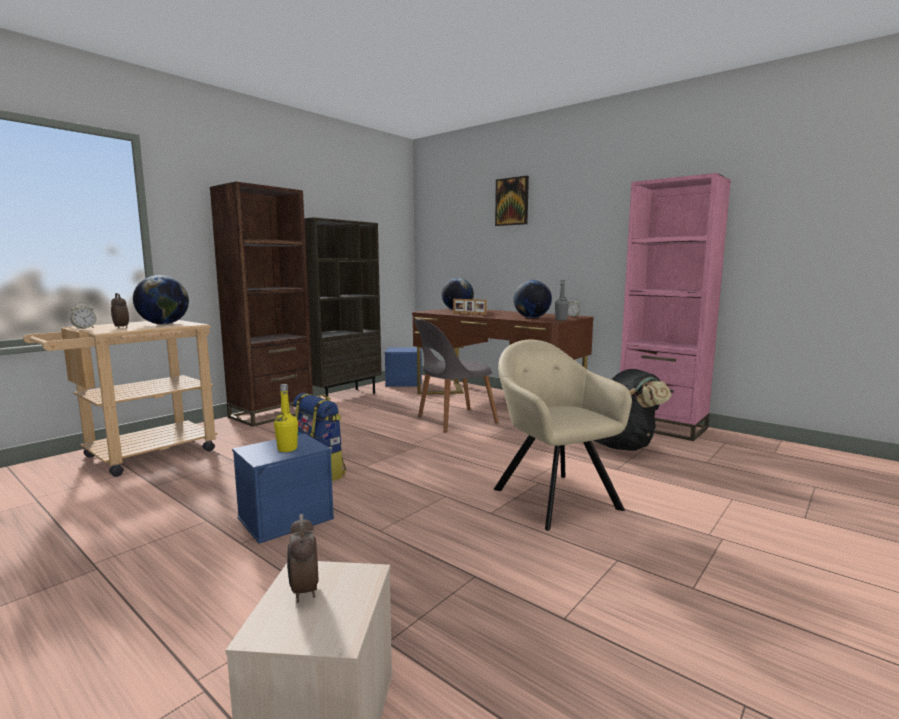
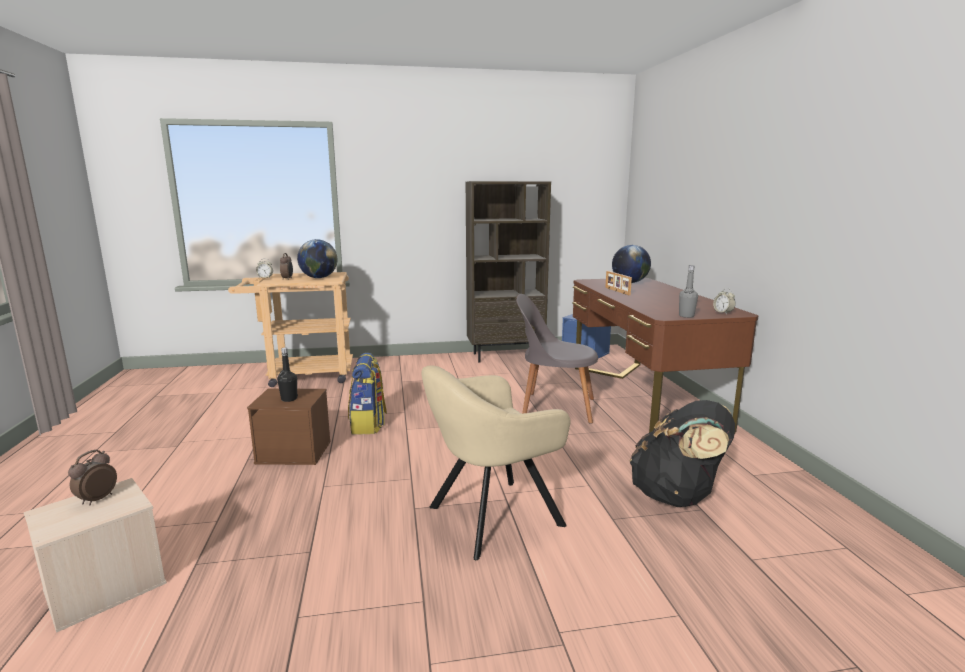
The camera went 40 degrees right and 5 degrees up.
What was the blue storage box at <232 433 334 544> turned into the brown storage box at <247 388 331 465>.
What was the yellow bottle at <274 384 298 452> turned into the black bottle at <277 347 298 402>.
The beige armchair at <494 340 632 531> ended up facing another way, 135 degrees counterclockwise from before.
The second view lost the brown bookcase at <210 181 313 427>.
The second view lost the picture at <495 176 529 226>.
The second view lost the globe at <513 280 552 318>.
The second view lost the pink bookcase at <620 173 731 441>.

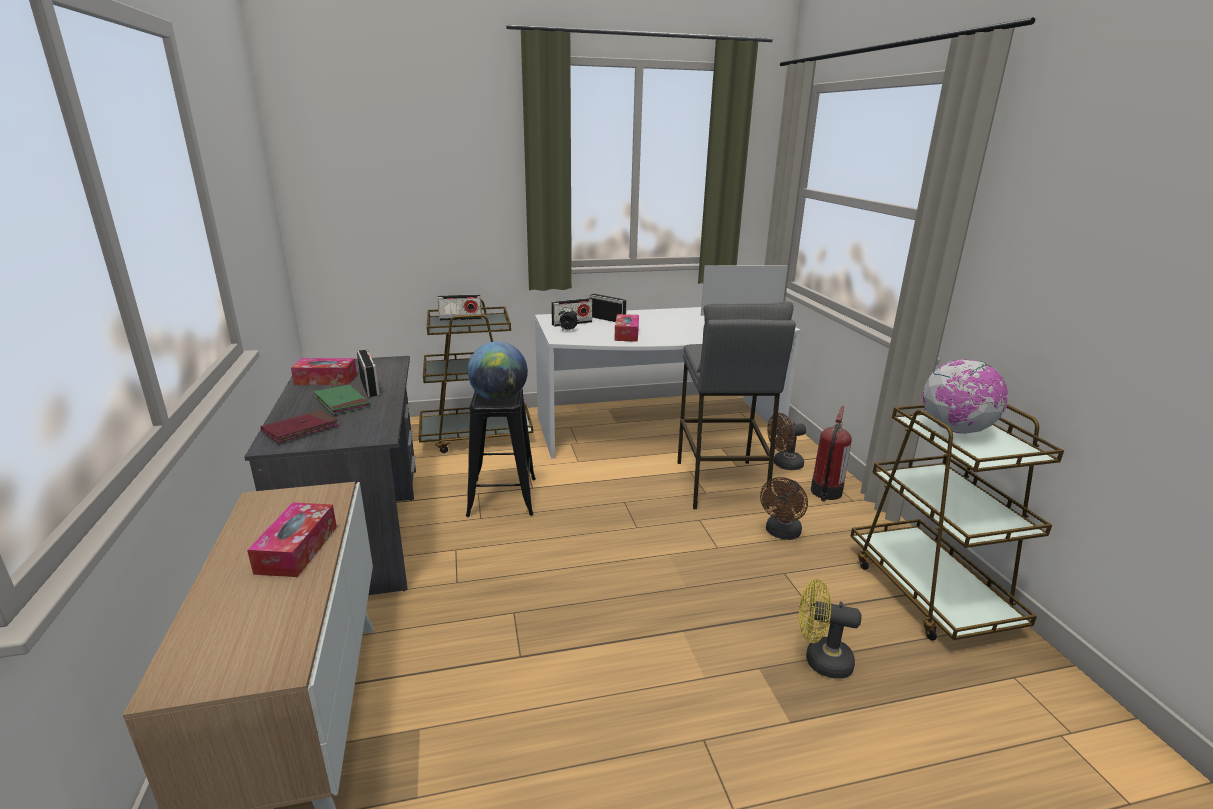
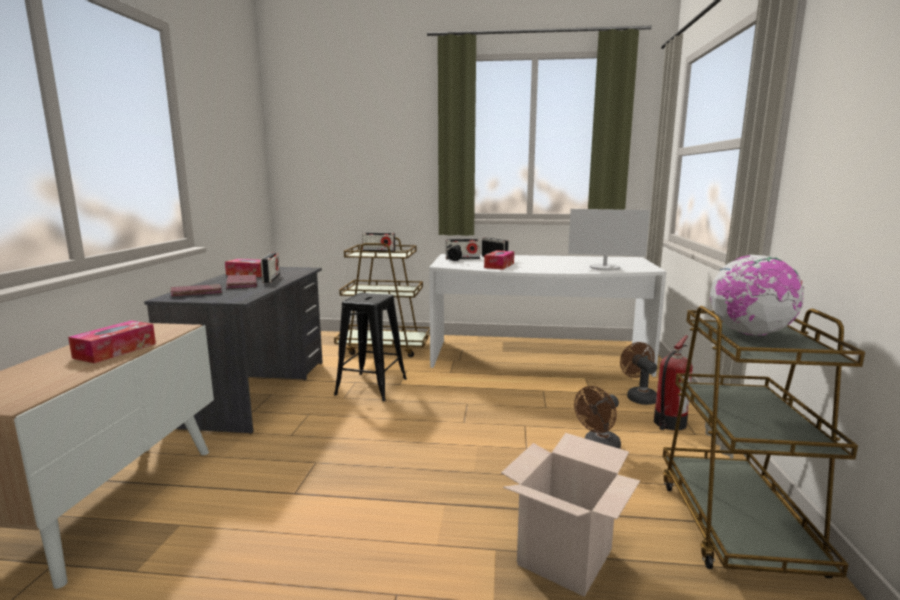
The camera went 20 degrees right and 10 degrees down.
What was the green book at <314 385 370 415> turned into the red book at <226 275 257 288>.
Where the yellow fan stood at <799 579 861 678>, the cardboard box came to stand at <501 433 640 597>.
The brown fan at <767 413 806 470> ended up facing another way, 75 degrees clockwise from before.
The second view lost the globe at <468 341 528 401>.
The second view lost the grey stool at <677 302 796 509>.

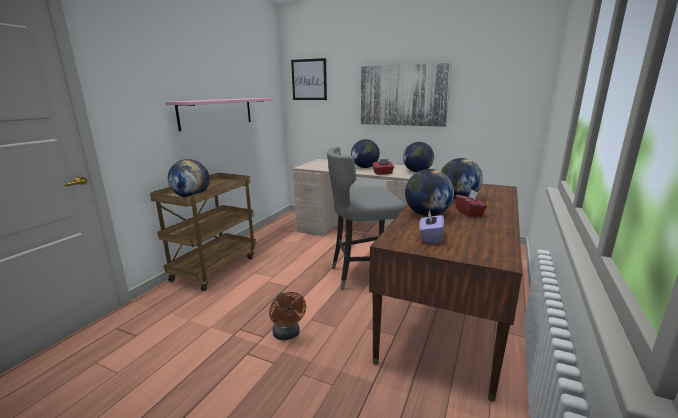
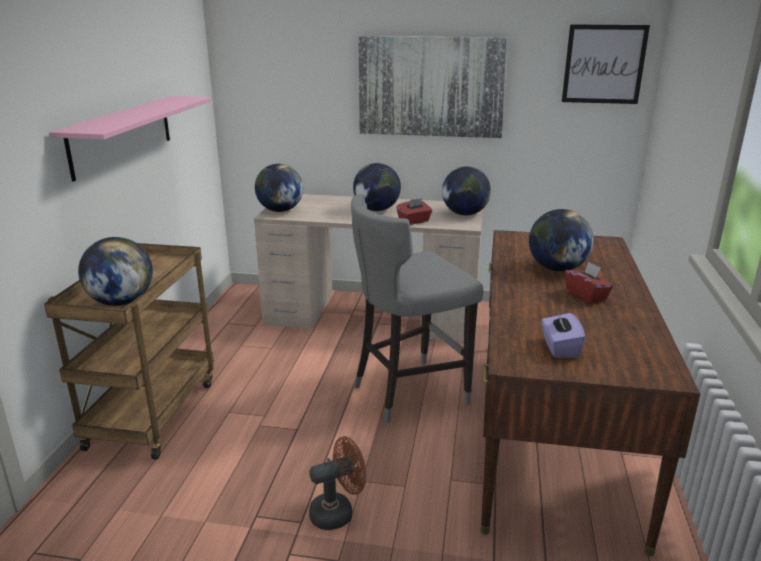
The camera went 15 degrees left and 5 degrees up.
The globe ended up elsewhere, having gone from <405 169 454 216> to <255 164 303 212>.
The brown fan at <269 292 306 340> ended up facing another way, 75 degrees counterclockwise from before.
The picture ended up elsewhere, having gone from <291 58 327 100> to <562 24 650 104>.

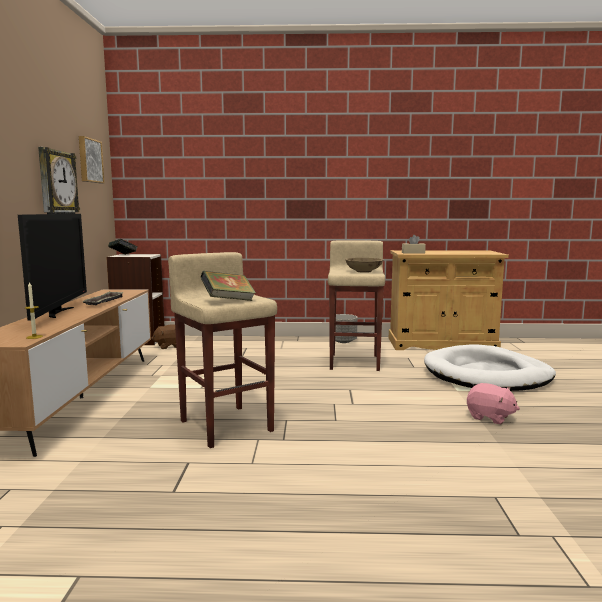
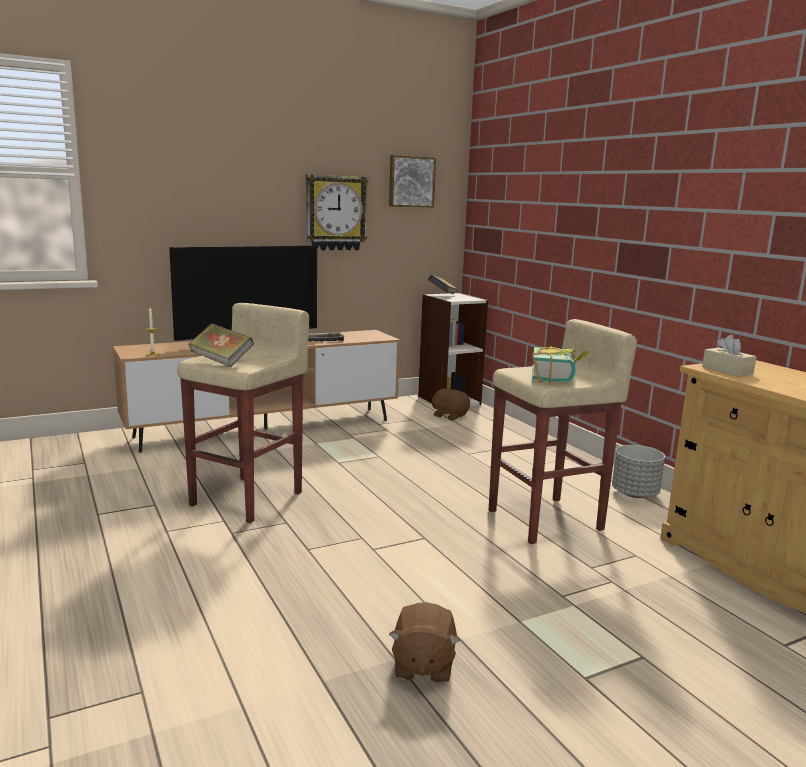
The camera went 60 degrees right and 5 degrees up.
What was the pink plush toy at <467 383 520 424> turned into the brown plush toy at <389 602 460 683>.
Where the beige bowl stood at <345 258 384 273>, the book came to stand at <532 346 591 383>.
The second view lost the white dog bed at <424 345 556 391>.

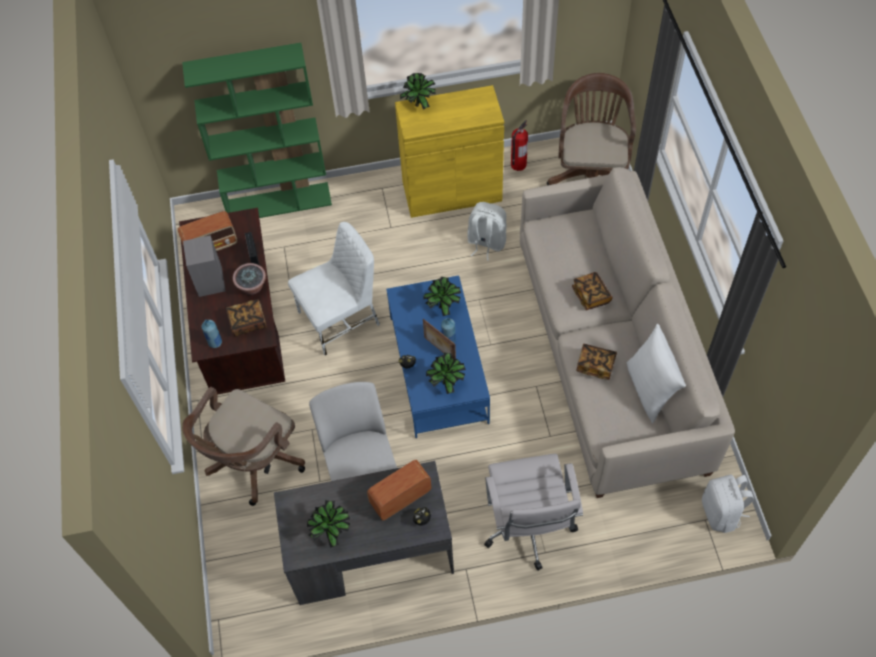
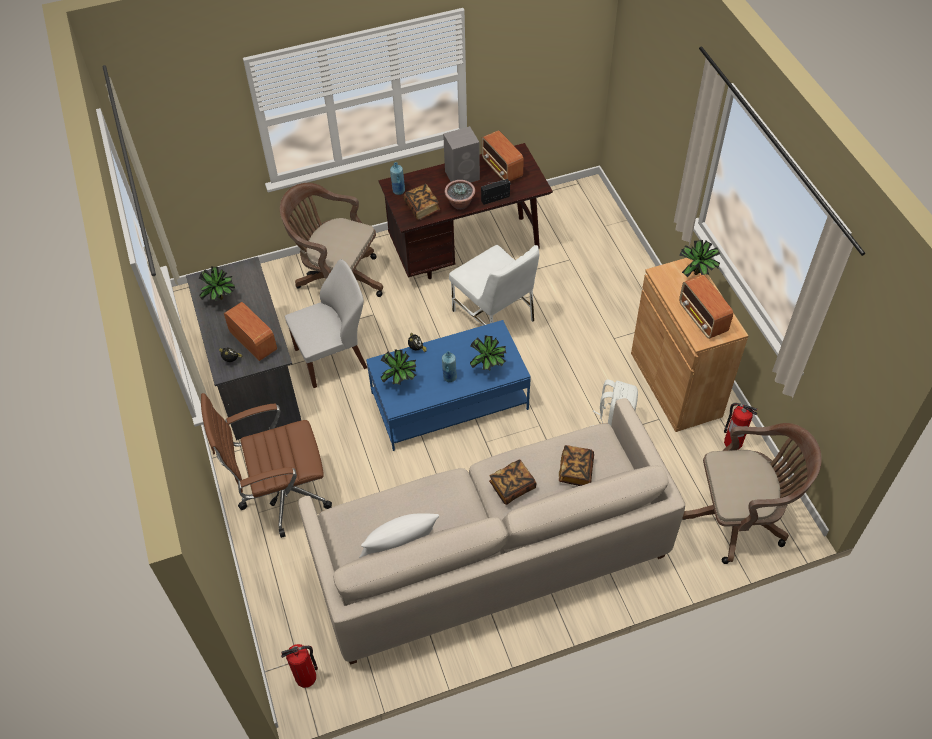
The camera went 80 degrees right and 5 degrees down.
What was the white office chair at <484 454 583 570> turned into the brown office chair at <201 393 332 538>.
Where the white backpack stood at <702 475 754 533>, the fire extinguisher came to stand at <281 644 318 688>.
The book ended up elsewhere, having gone from <576 344 617 380> to <559 445 594 486>.
What was the yellow cabinet at <395 85 504 218> turned into the brown cabinet at <631 258 748 432>.
The second view gained the radio at <679 275 733 339>.
The second view lost the green bookcase at <182 43 332 218>.
The second view lost the picture frame at <423 319 456 359>.

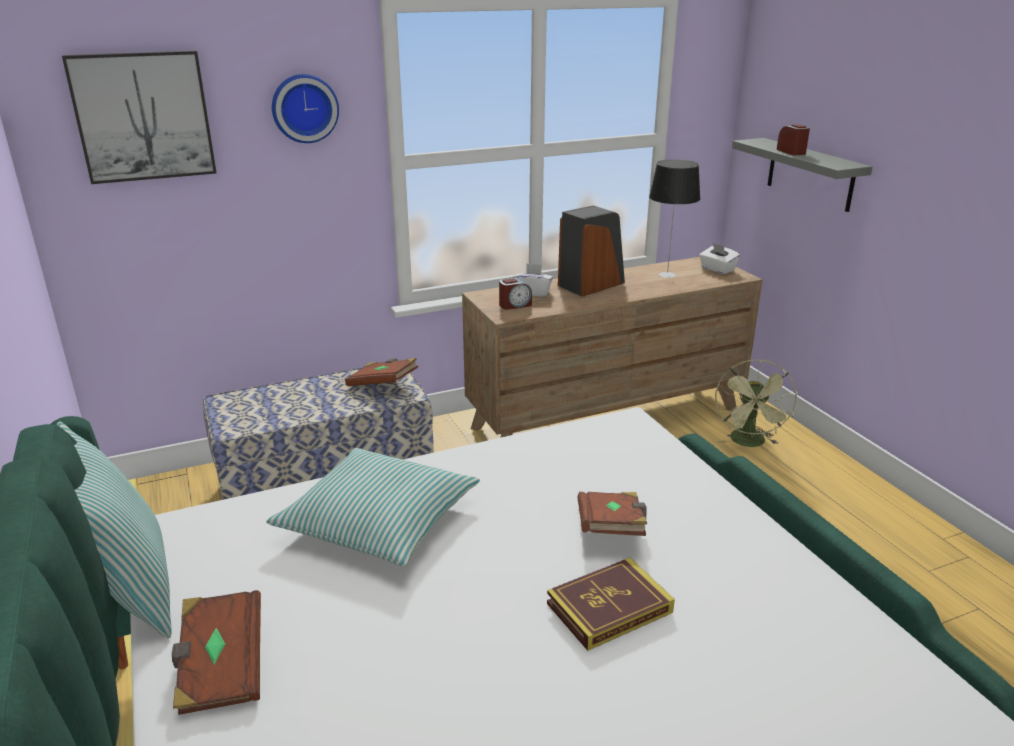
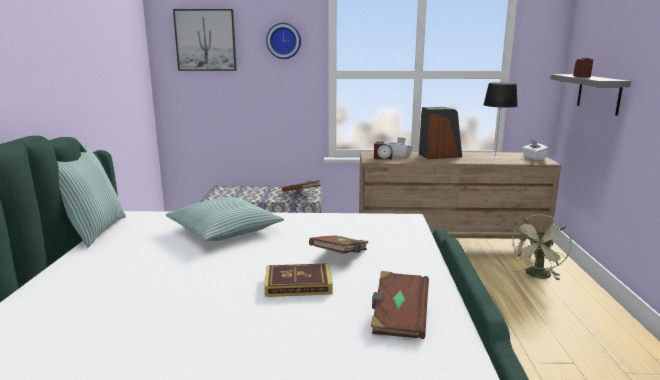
The camera went 25 degrees right and 10 degrees down.
The brown book ended up elsewhere, having gone from <172 590 261 715> to <371 271 429 339>.

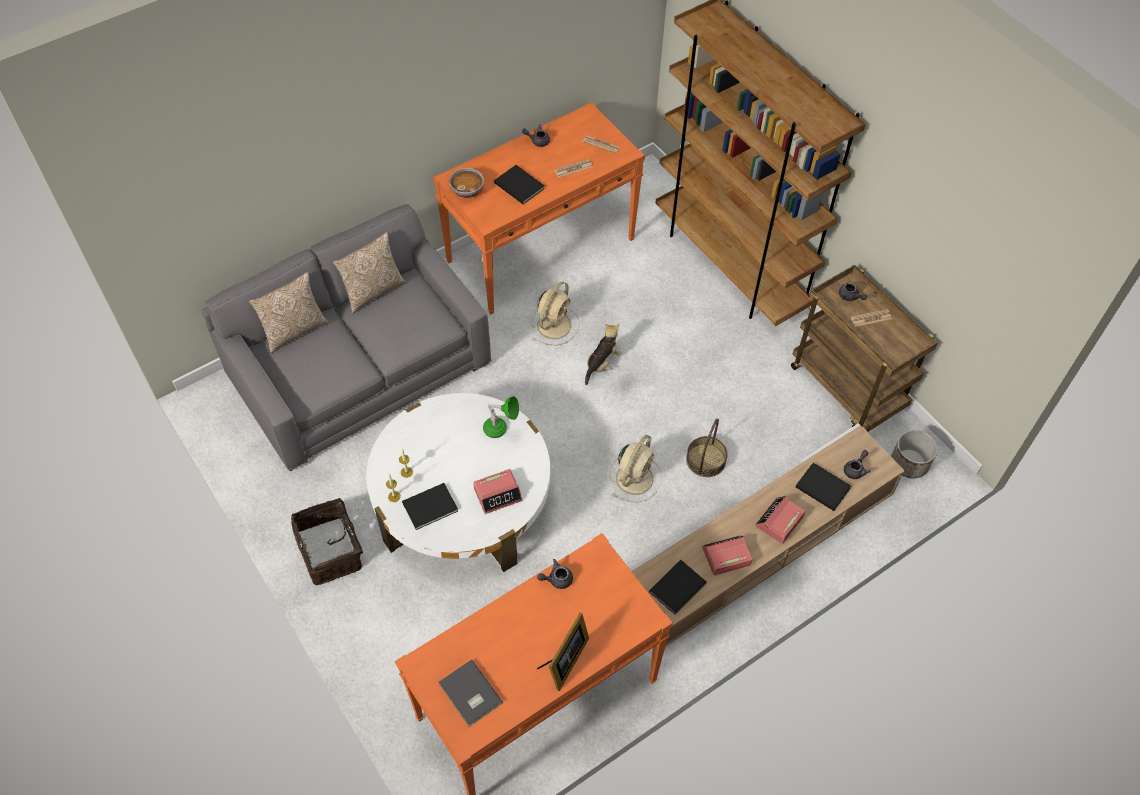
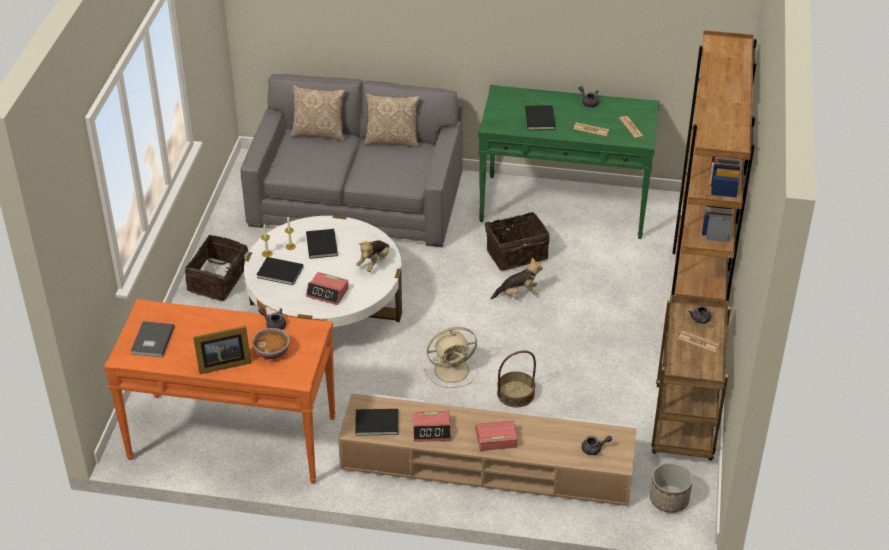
The camera went 45 degrees right and 15 degrees down.
The bowl ended up elsewhere, having gone from <449 168 484 198> to <252 328 290 359>.
The black book ended up elsewhere, having gone from <795 463 851 511> to <306 229 338 259>.
Where the green table lamp stood at <483 396 519 438>, the plush toy came to stand at <356 240 390 272>.
The alarm clock at <702 536 753 575> ended up facing another way, 150 degrees clockwise from before.
What was the orange console table at <433 102 645 314> turned into the green console table at <478 85 660 239>.
Where the beige fan stood at <531 282 580 346>, the basket came to stand at <485 212 550 271>.

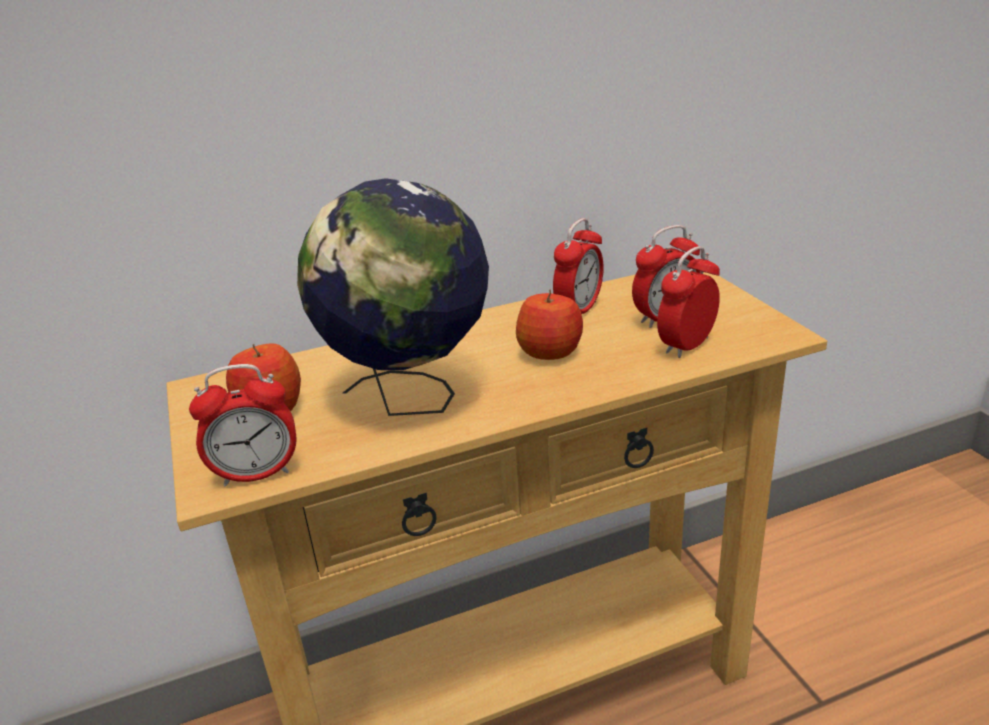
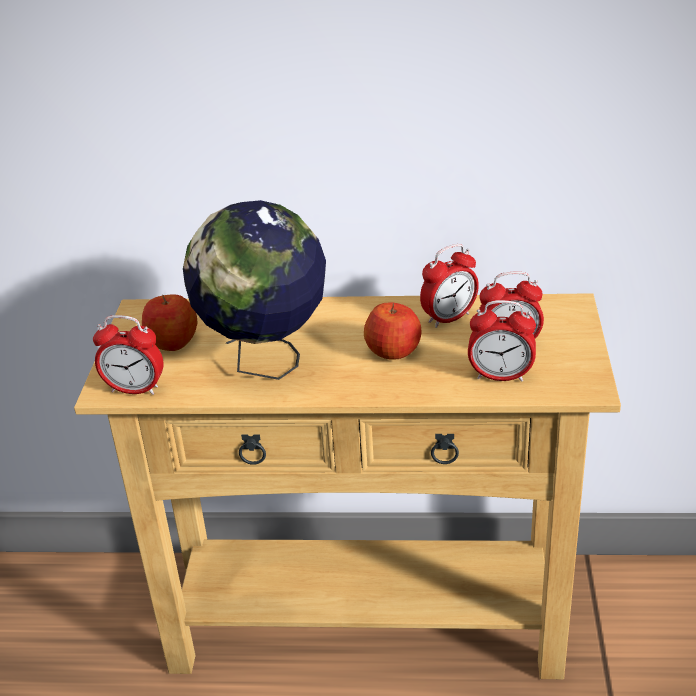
The camera went 25 degrees right and 5 degrees up.
The alarm clock at <657 246 720 358> ended up facing another way, 150 degrees counterclockwise from before.

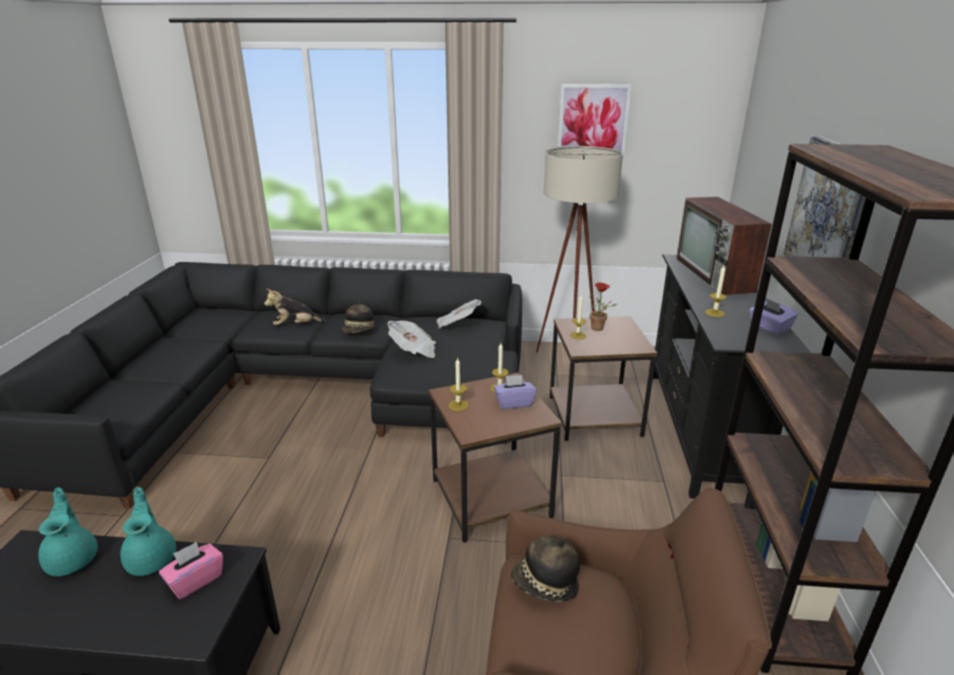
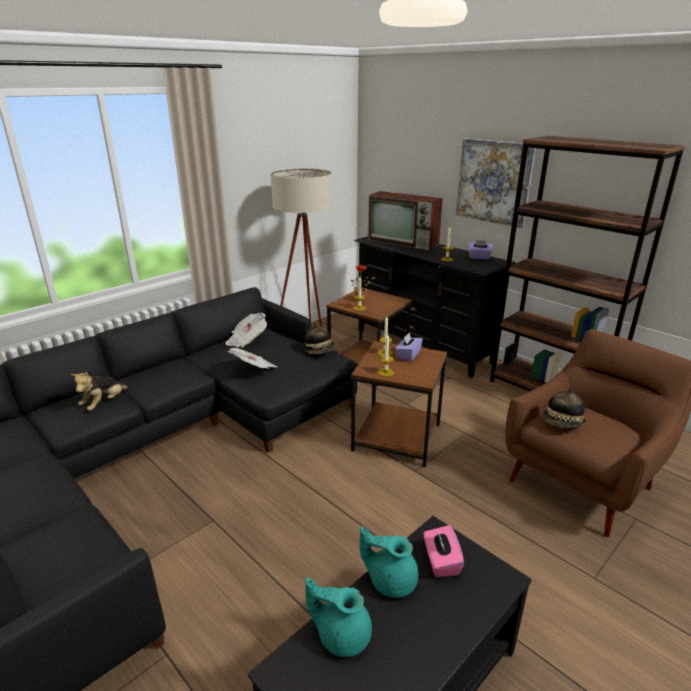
The camera went 50 degrees left and 0 degrees up.
The hat ended up elsewhere, having gone from <342 300 377 333> to <304 323 335 354>.
The second view lost the picture at <558 84 632 156>.

